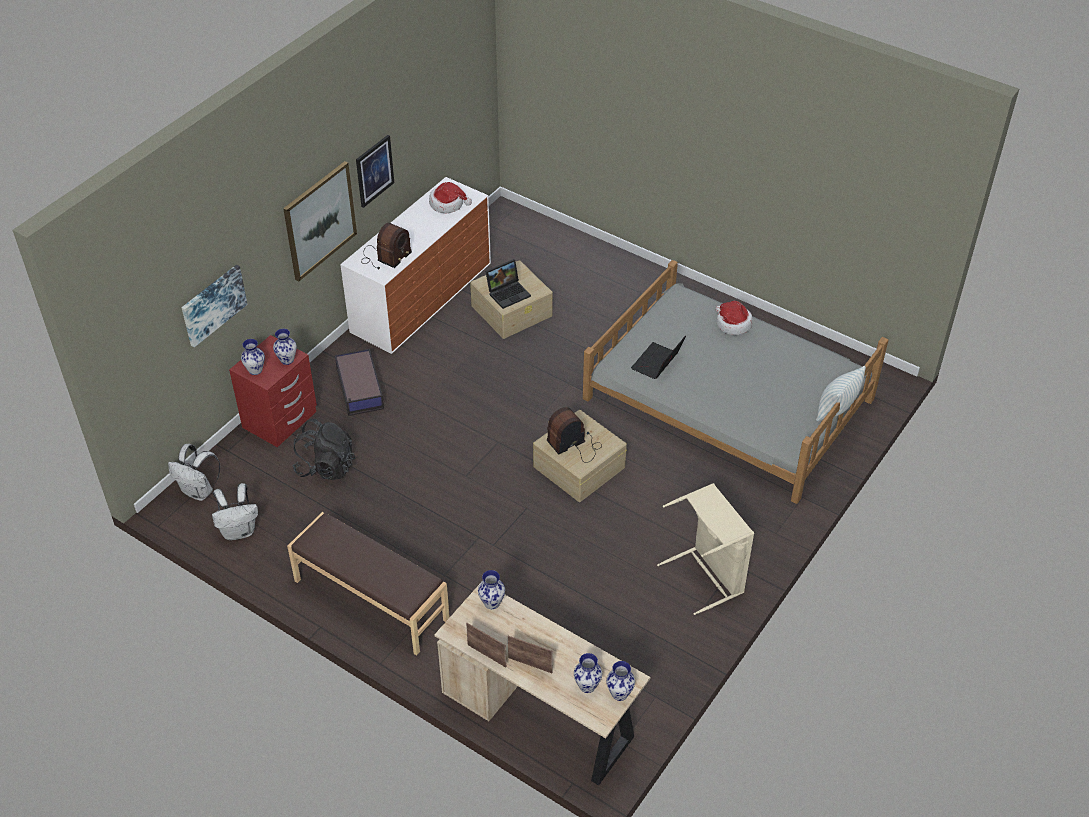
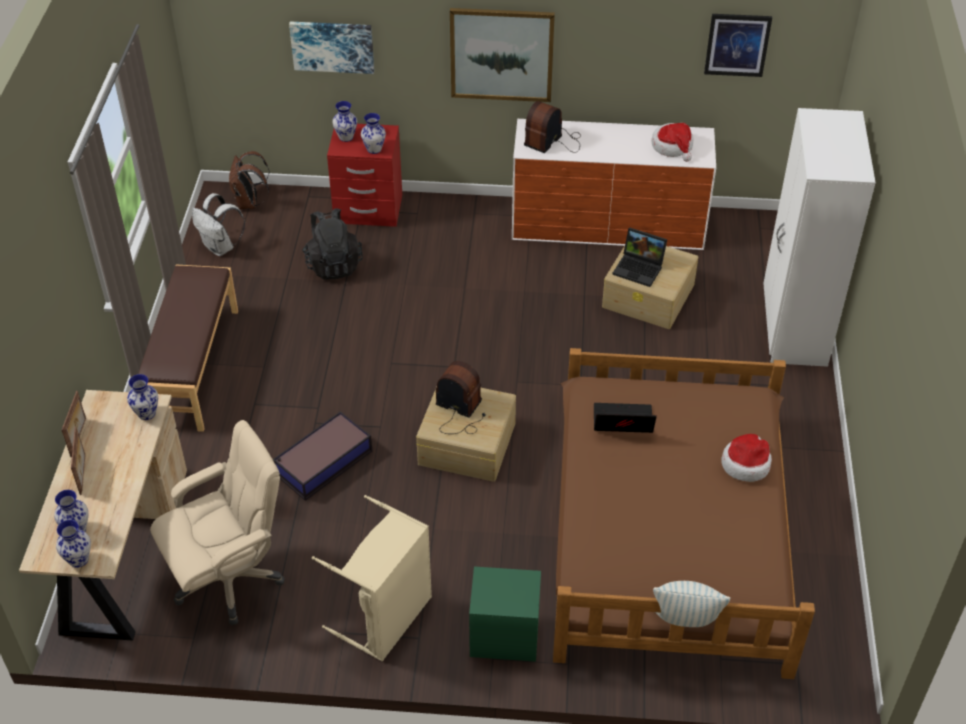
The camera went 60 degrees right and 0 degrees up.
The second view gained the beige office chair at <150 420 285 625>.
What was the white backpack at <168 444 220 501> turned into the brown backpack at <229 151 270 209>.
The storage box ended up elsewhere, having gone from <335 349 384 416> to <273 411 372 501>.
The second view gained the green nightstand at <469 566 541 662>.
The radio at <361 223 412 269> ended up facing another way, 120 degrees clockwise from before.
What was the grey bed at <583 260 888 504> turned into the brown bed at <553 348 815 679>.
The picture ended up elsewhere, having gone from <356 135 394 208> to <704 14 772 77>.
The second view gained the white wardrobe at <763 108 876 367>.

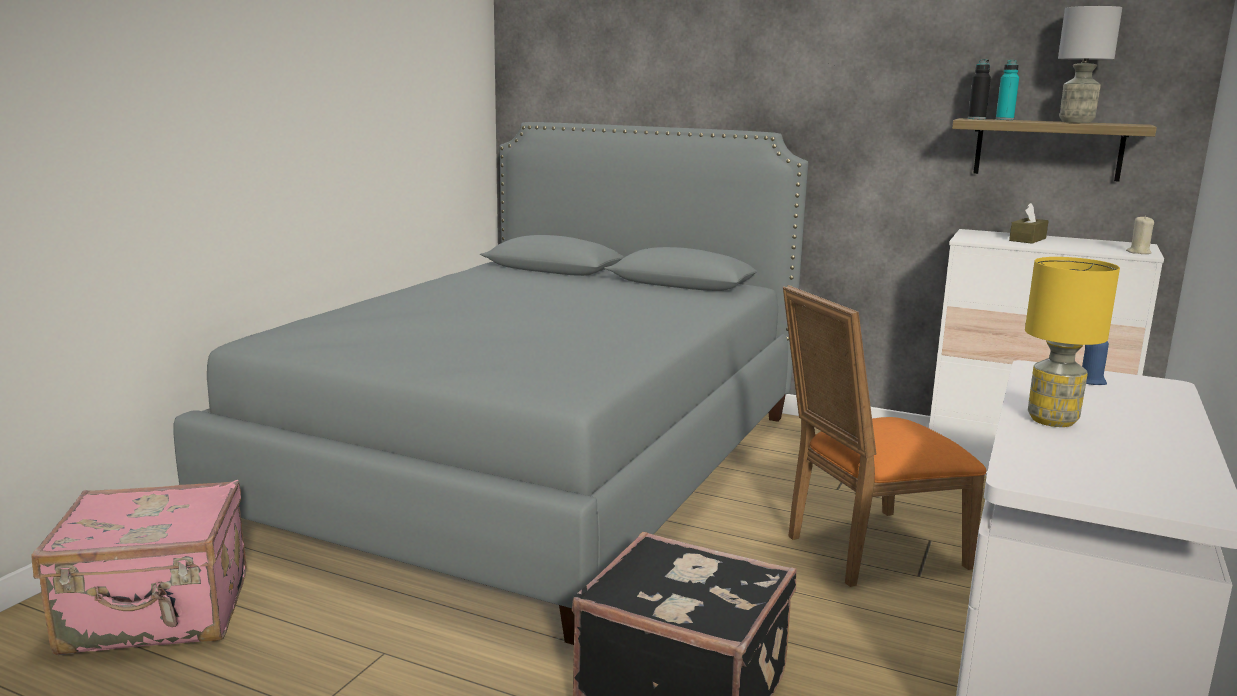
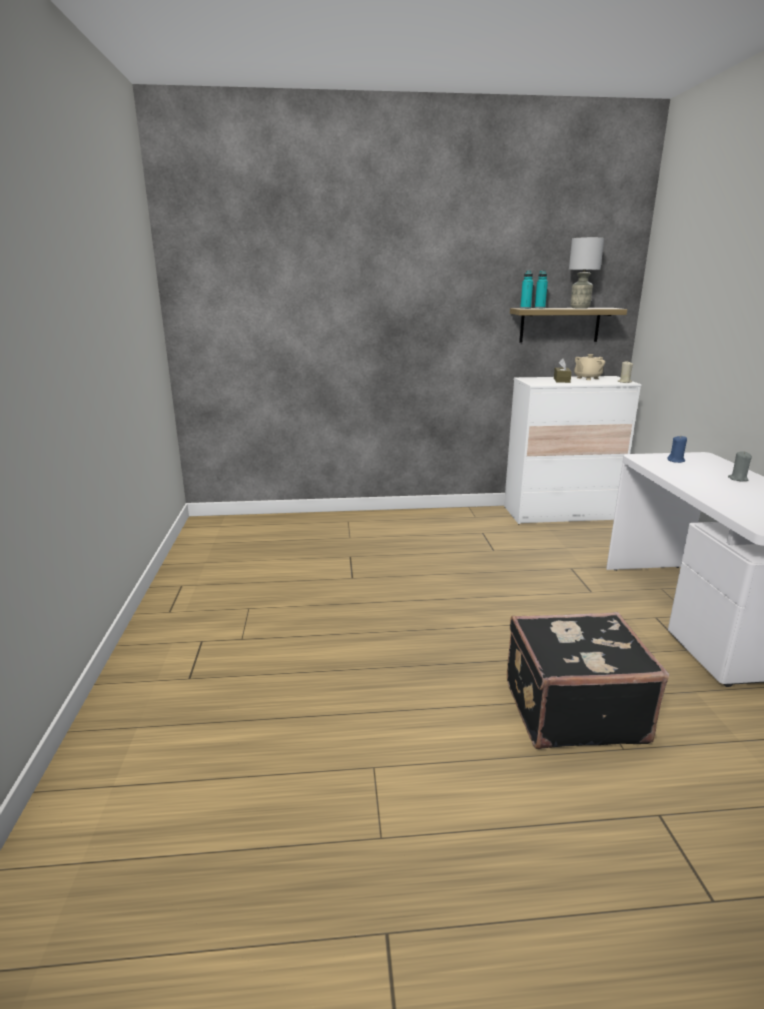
The camera went 30 degrees left and 5 degrees up.
What was the black bottle at <968 59 991 119> turned into the turquoise bottle at <520 270 533 309>.
The second view gained the beige teapot at <574 354 605 380>.
The second view gained the grey candle at <728 451 752 482>.
The second view lost the pink suitcase at <31 480 246 655>.
The second view lost the grey bed at <173 122 808 645>.
The second view lost the orange chair at <783 285 986 587>.
The second view lost the yellow table lamp at <1025 257 1120 427>.

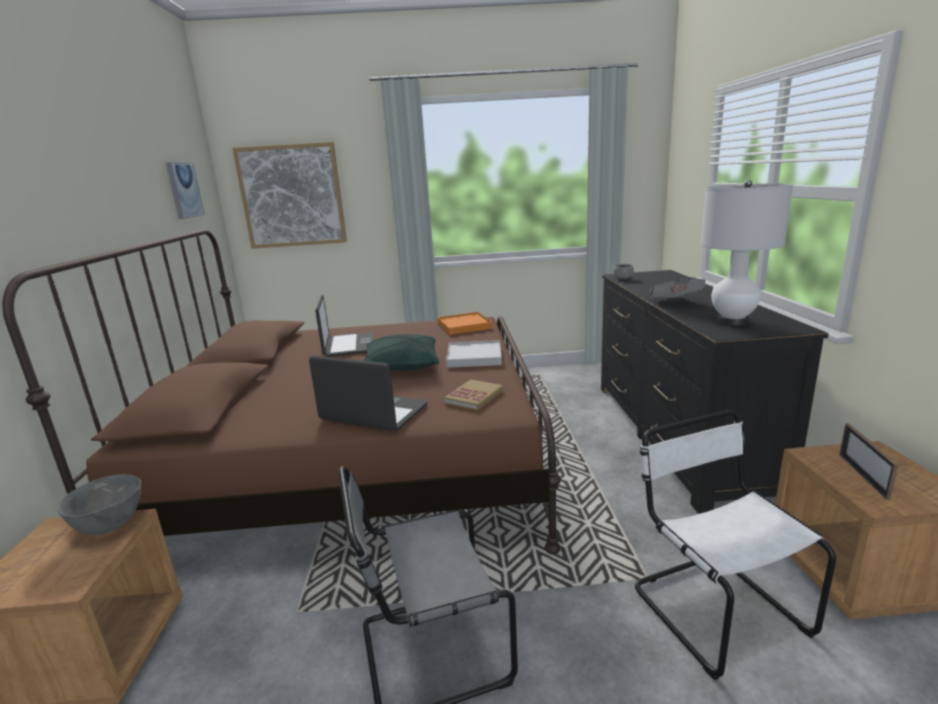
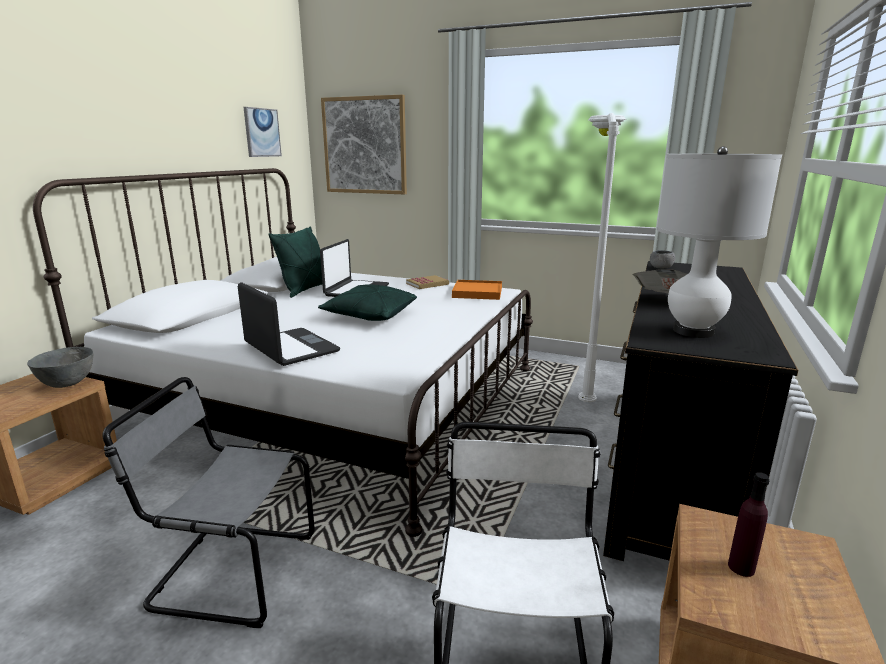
The camera went 25 degrees right and 0 degrees up.
What was the brown bed at <2 229 561 554> turned into the white bed at <33 168 533 537>.
The second view gained the green pillow at <268 226 322 298>.
The book ended up elsewhere, having gone from <444 380 503 411> to <406 275 449 289>.
The second view gained the white floor lamp at <578 113 626 402>.
Where the picture frame stood at <839 423 899 500>, the purple bottle came to stand at <728 472 769 577>.
The second view lost the white tray at <446 340 502 368>.

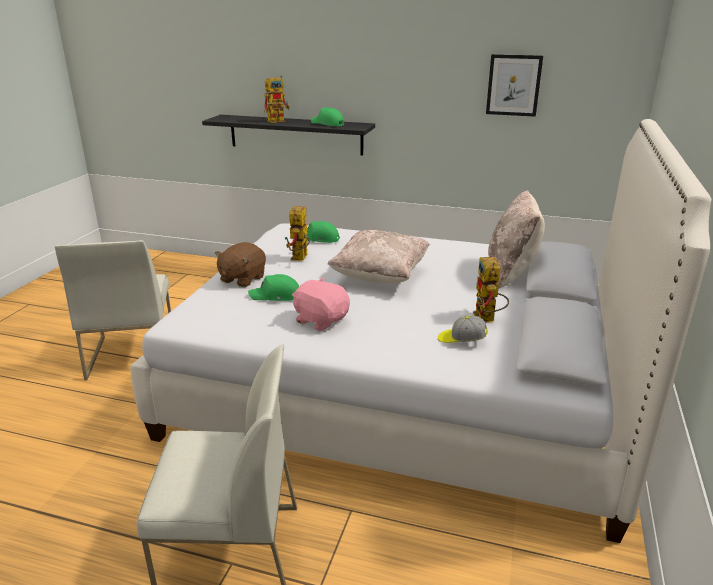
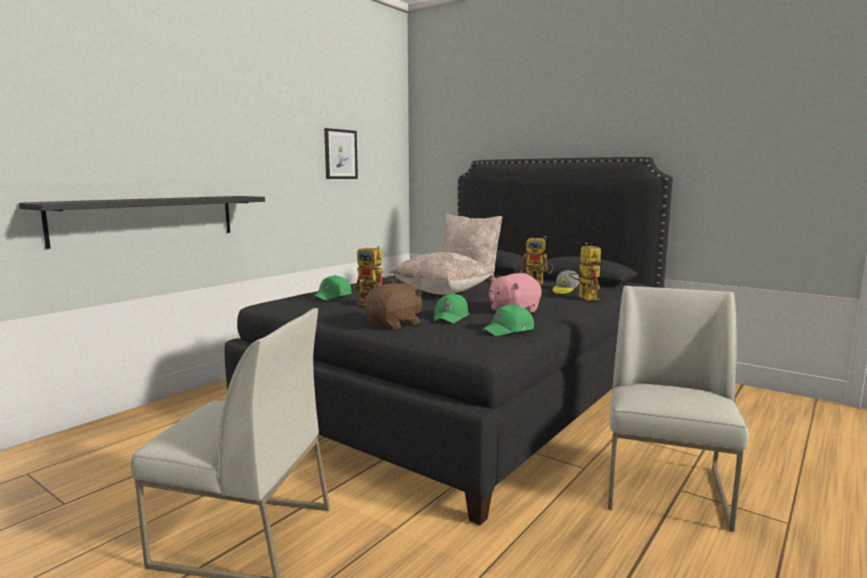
The camera went 70 degrees left and 15 degrees down.
What was the white bed at <130 119 711 543> turned into the black bed at <225 157 673 525>.
The brown plush toy at <215 242 266 287> ended up facing another way, 90 degrees counterclockwise from before.
The green cap ended up elsewhere, having gone from <311 107 344 126> to <482 304 534 336>.
The toy robot ended up elsewhere, having gone from <264 75 290 123> to <569 243 601 301>.

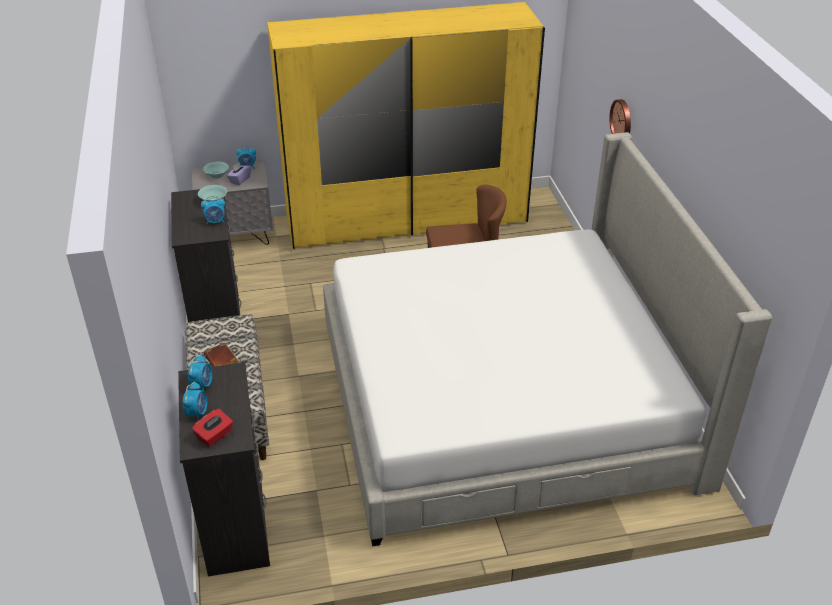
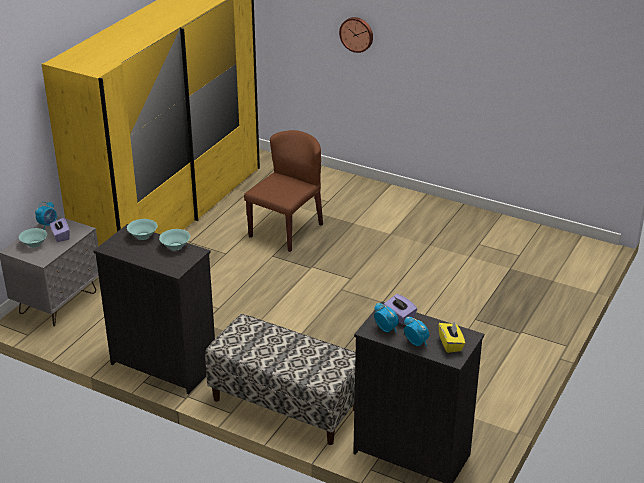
The camera went 50 degrees left and 5 degrees down.
Where the alarm clock stood at <201 196 225 225>, the turquoise bowl came to stand at <159 229 190 250>.
The second view gained the purple tissue box at <384 294 417 325>.
What was the red tissue box at <192 409 233 447> turned into the yellow tissue box at <438 321 465 353>.
The second view lost the brown book at <204 342 238 366>.
The second view lost the bed at <323 132 772 546>.

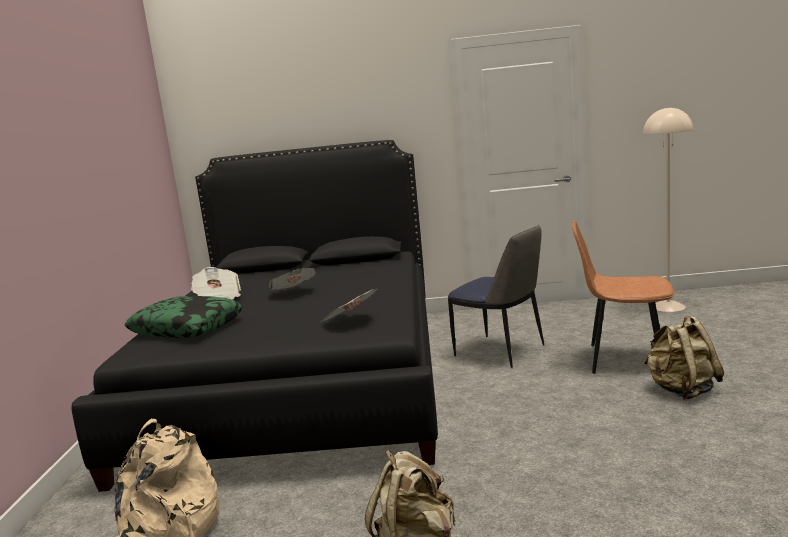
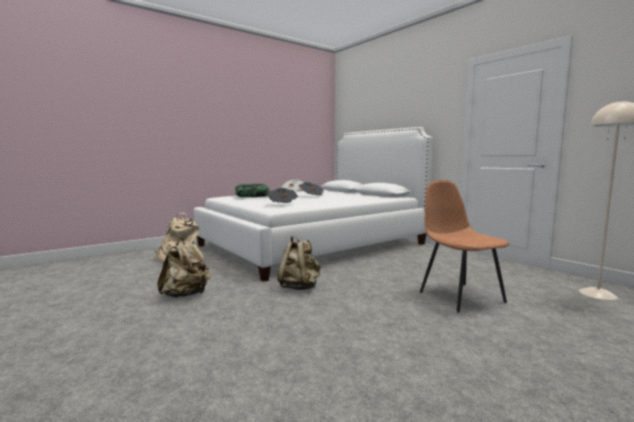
The camera went 50 degrees right and 5 degrees down.
What was the black bed at <71 140 438 492> turned into the white bed at <194 127 433 282>.
The beige backpack ended up elsewhere, having gone from <644 316 724 400> to <277 236 321 290>.
The second view lost the chair at <448 225 544 368>.

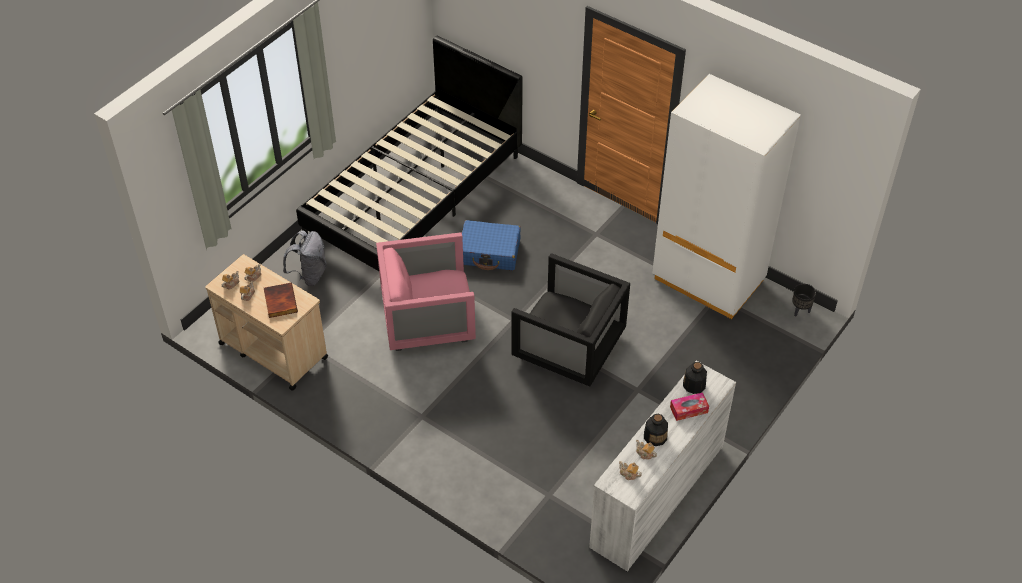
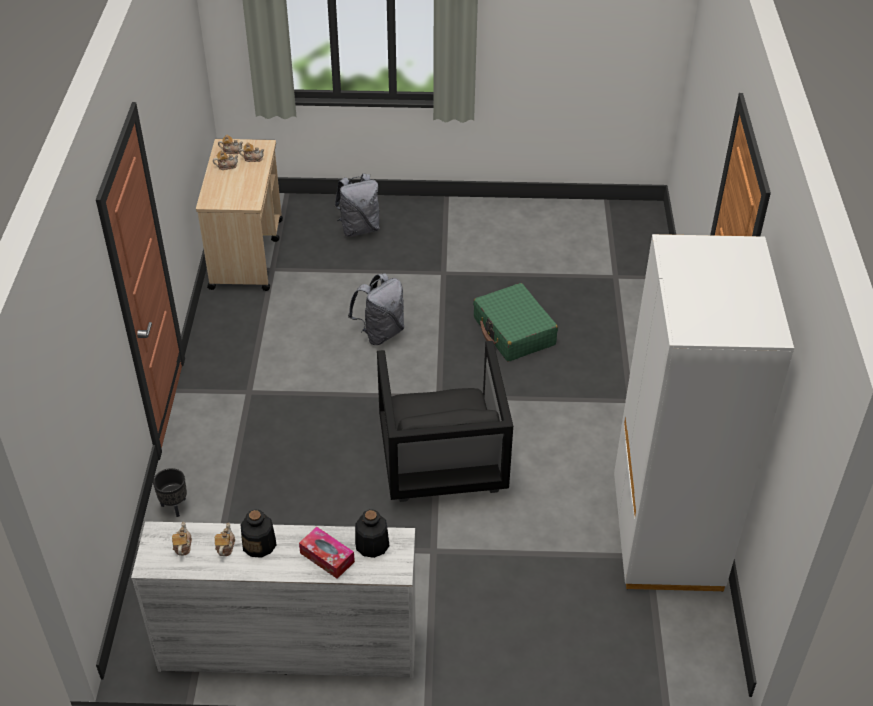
The camera went 55 degrees right and 5 degrees down.
The black planter ended up elsewhere, having gone from <792 284 816 316> to <153 468 187 517>.
Where the pink armchair stood at <376 232 476 351>, the grey backpack came to stand at <348 273 404 345>.
What was the blue suitcase at <462 220 521 270> turned into the green suitcase at <473 283 558 362>.
The second view lost the book at <264 282 298 318>.
The second view lost the black bed at <296 35 523 271>.

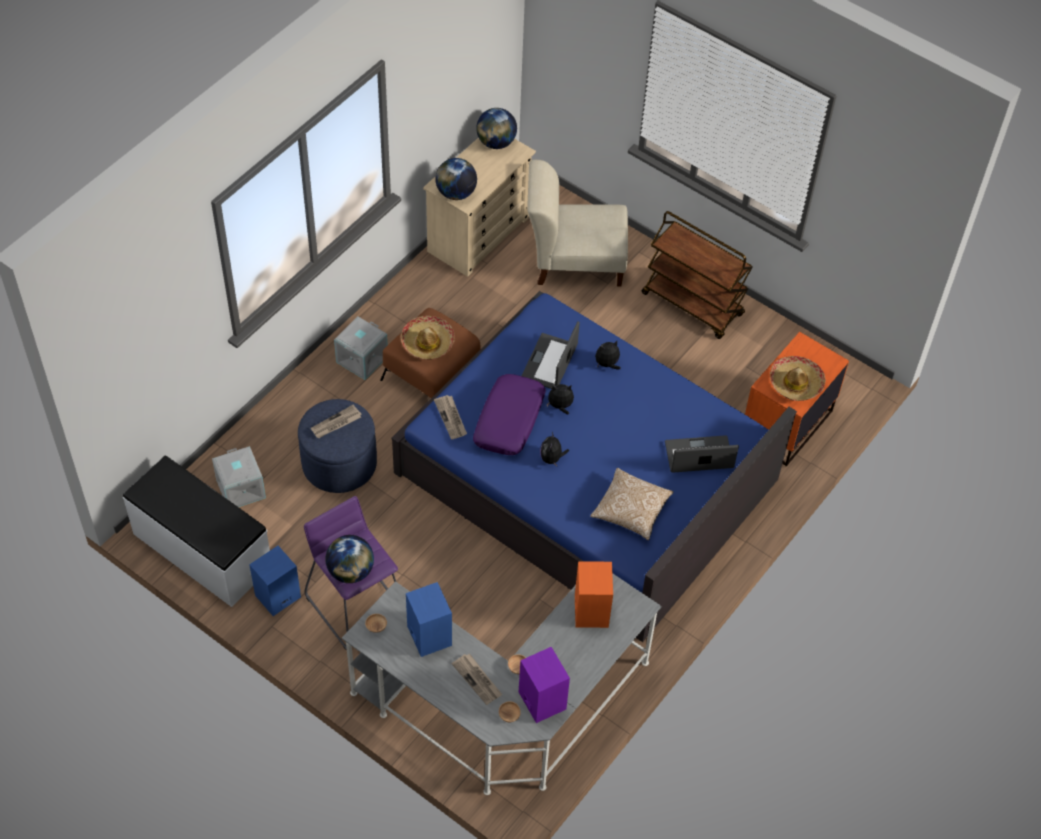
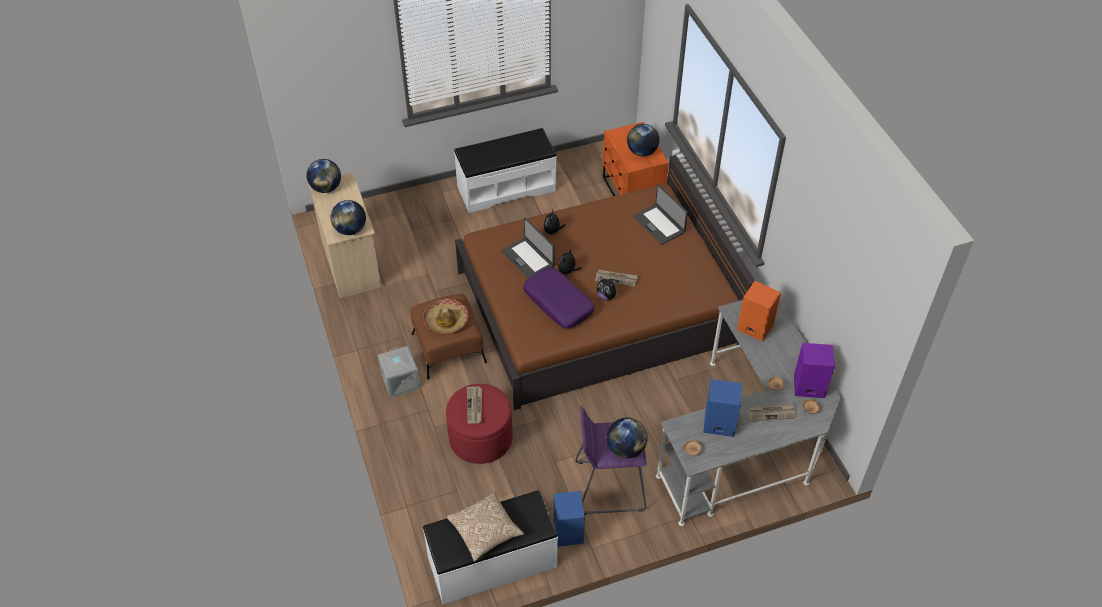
The camera went 55 degrees left and 5 degrees down.
What was the blue ottoman at <298 399 377 493> turned into the red ottoman at <446 384 513 464>.
The pillow ended up elsewhere, having gone from <590 468 673 540> to <446 492 524 562>.
Where the brown cart stood at <642 211 753 339>, the white bench came to stand at <454 128 557 213>.
What was the blue bed at <391 291 797 642> turned into the brown bed at <455 155 755 410>.
The newspaper ended up elsewhere, having gone from <434 395 467 439> to <595 270 638 287>.
Where the hat stood at <770 356 826 401>, the globe came to stand at <627 124 659 156>.
The laptop at <665 435 739 473> ended up facing another way, 60 degrees counterclockwise from before.
The second view lost the grey storage box at <212 446 266 507>.
The second view lost the beige chair at <527 160 628 287>.

